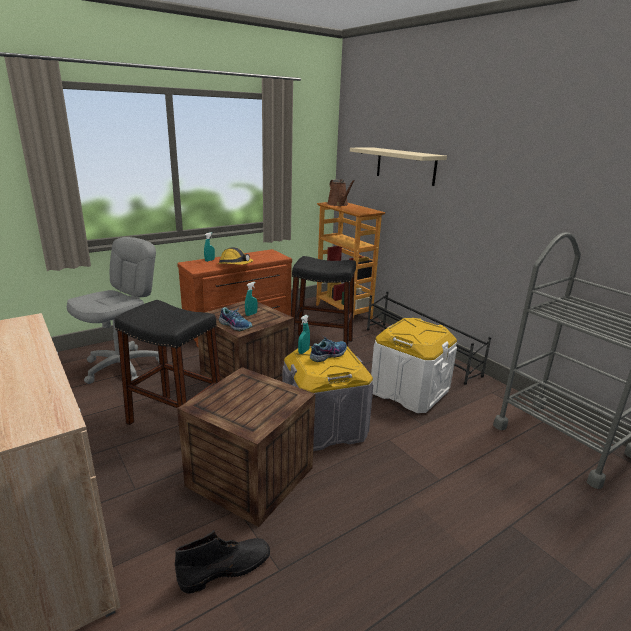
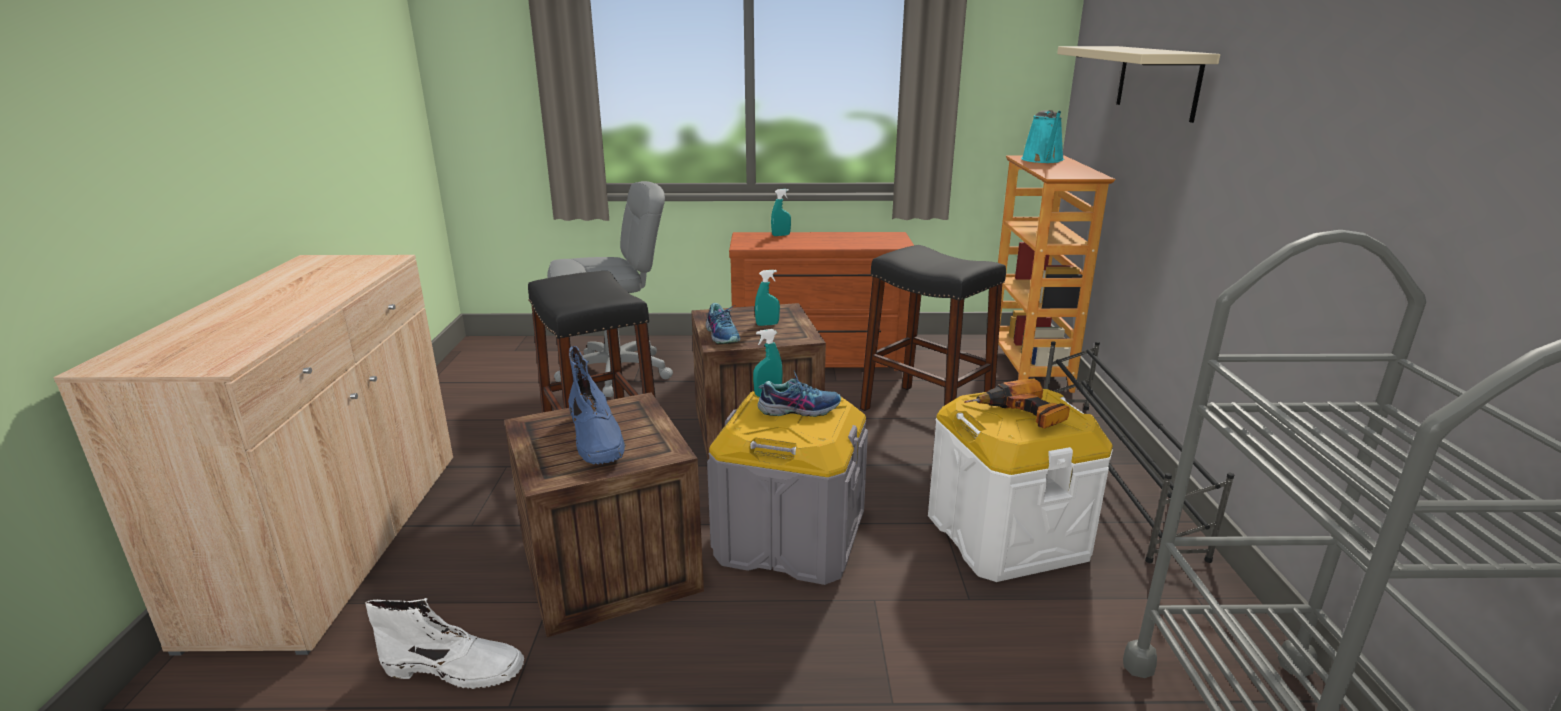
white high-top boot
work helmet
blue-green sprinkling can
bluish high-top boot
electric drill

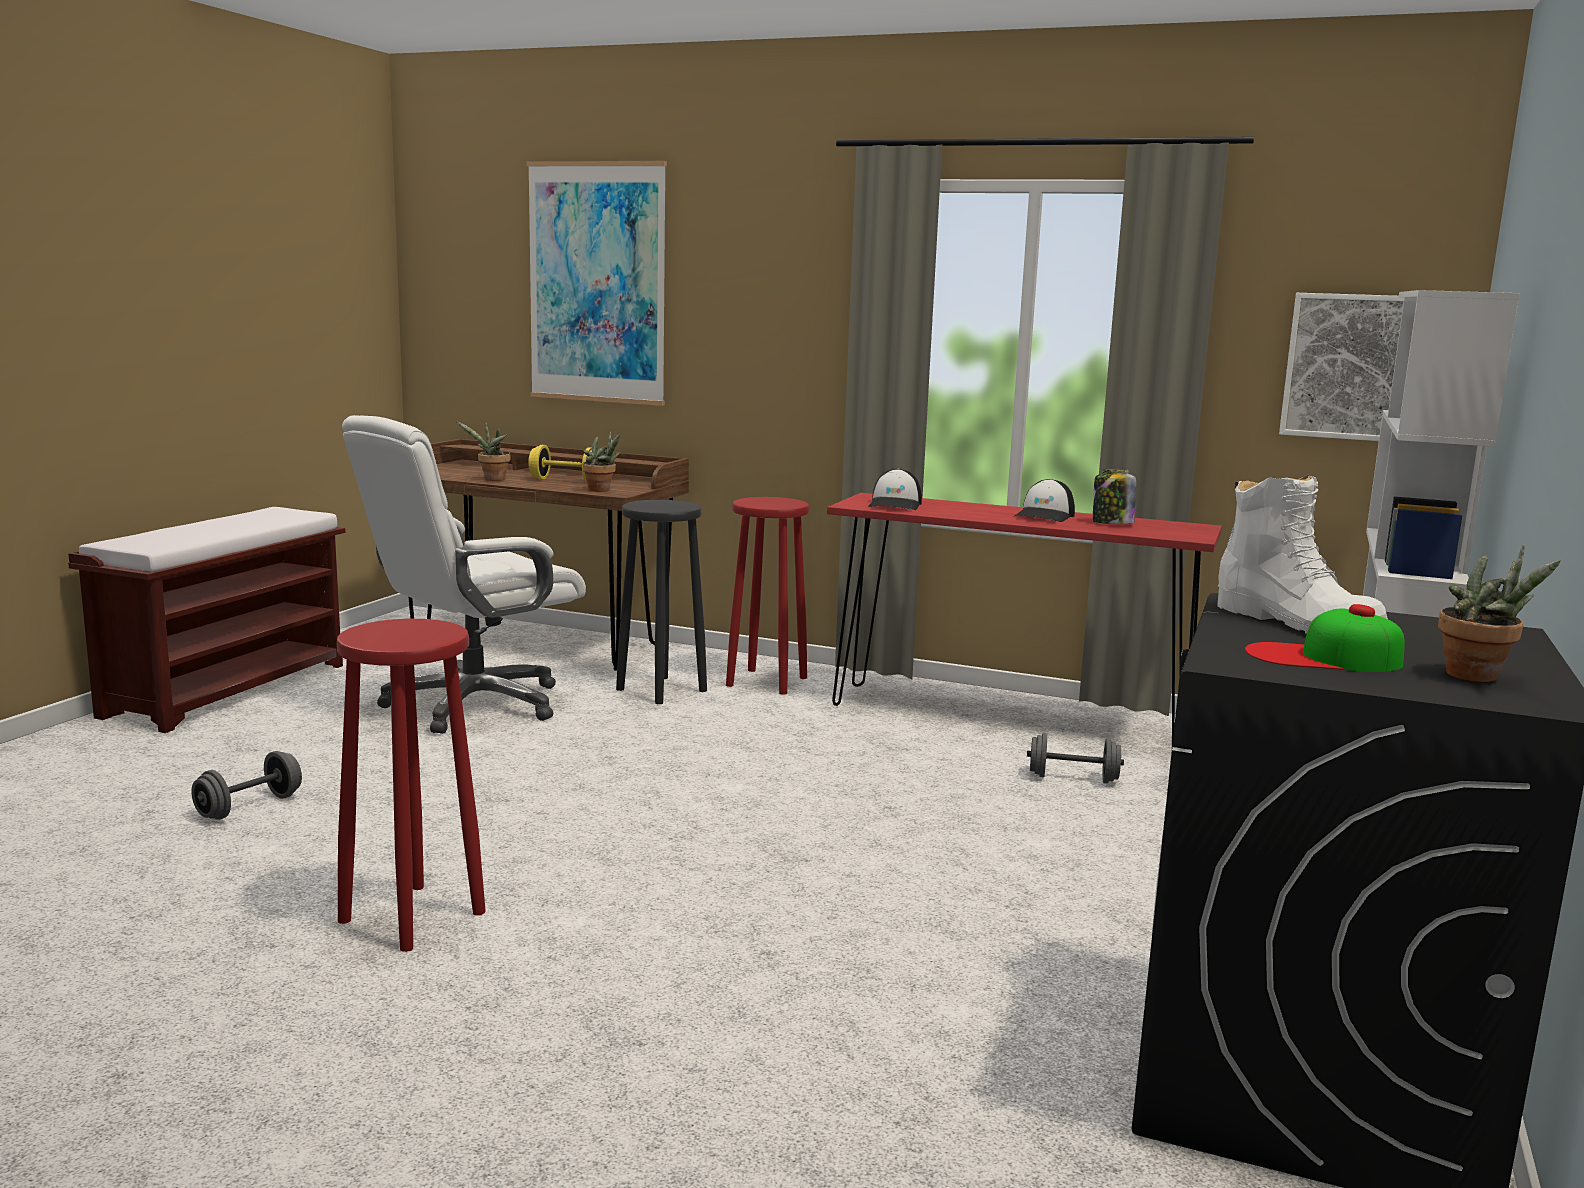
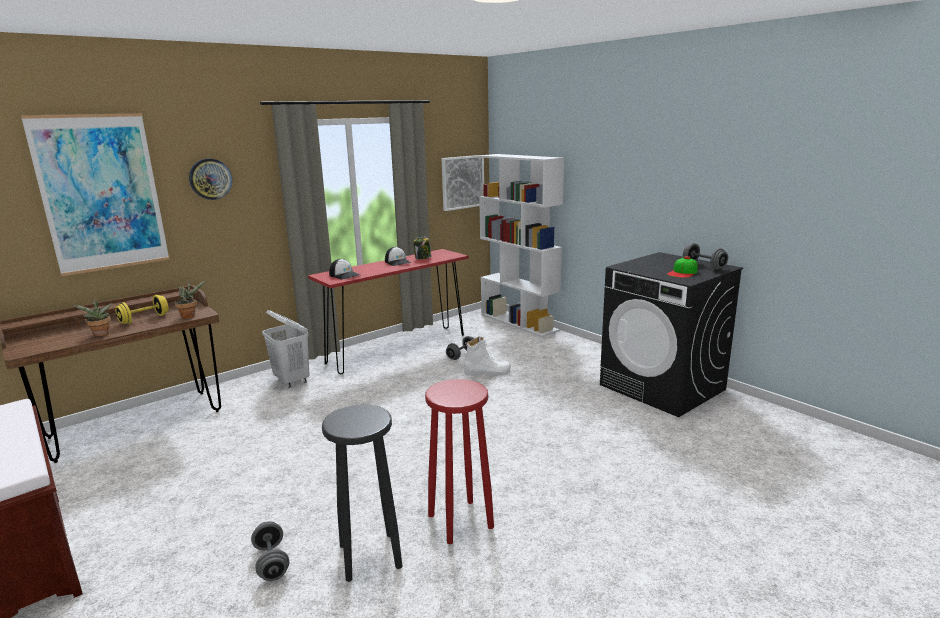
white desk chair
blackish stool
white washing basket
white high-top boot
greyish hand weight (no. 3 from left)
clock on the wall

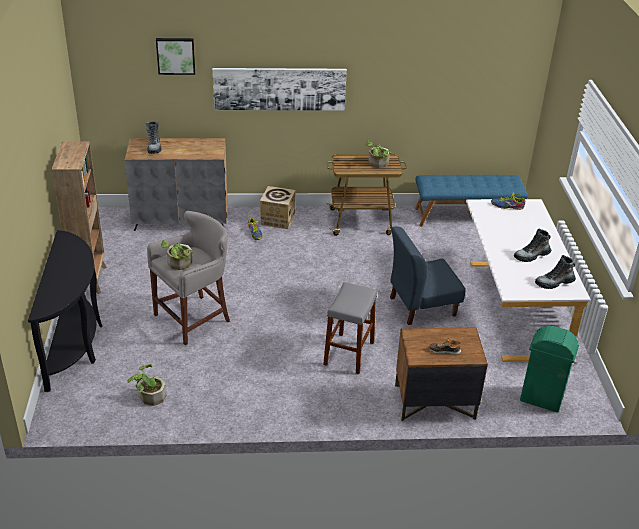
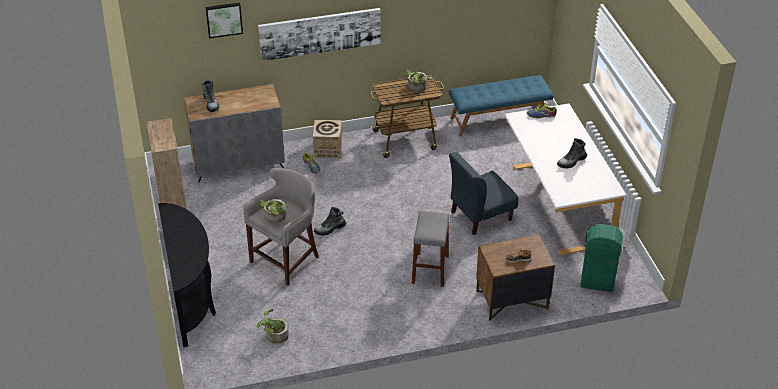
high-top boot (no. 2 from left)

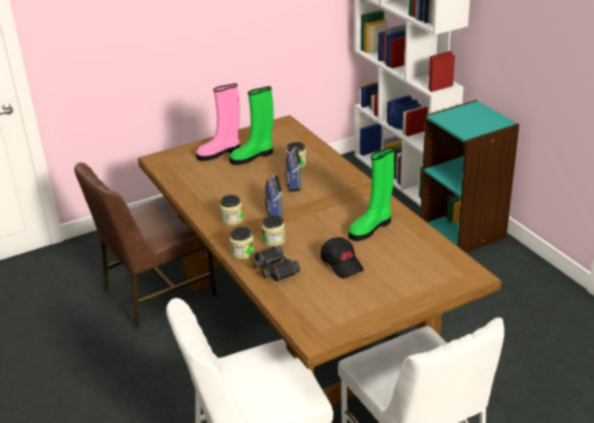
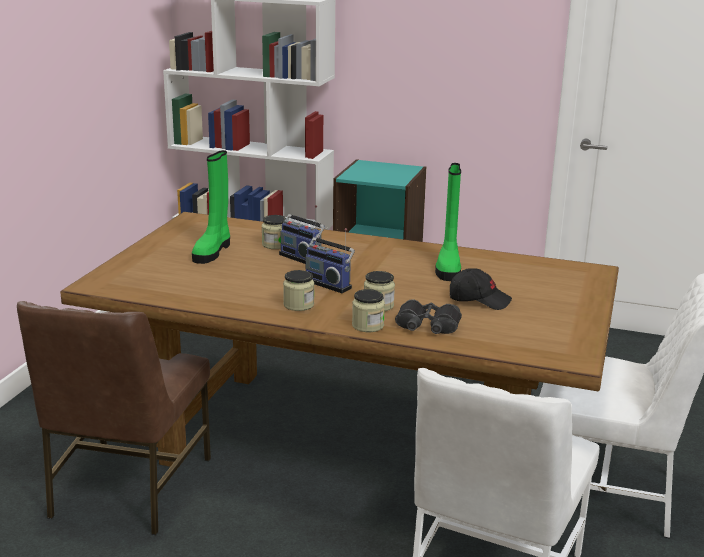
pinkish high-top boot

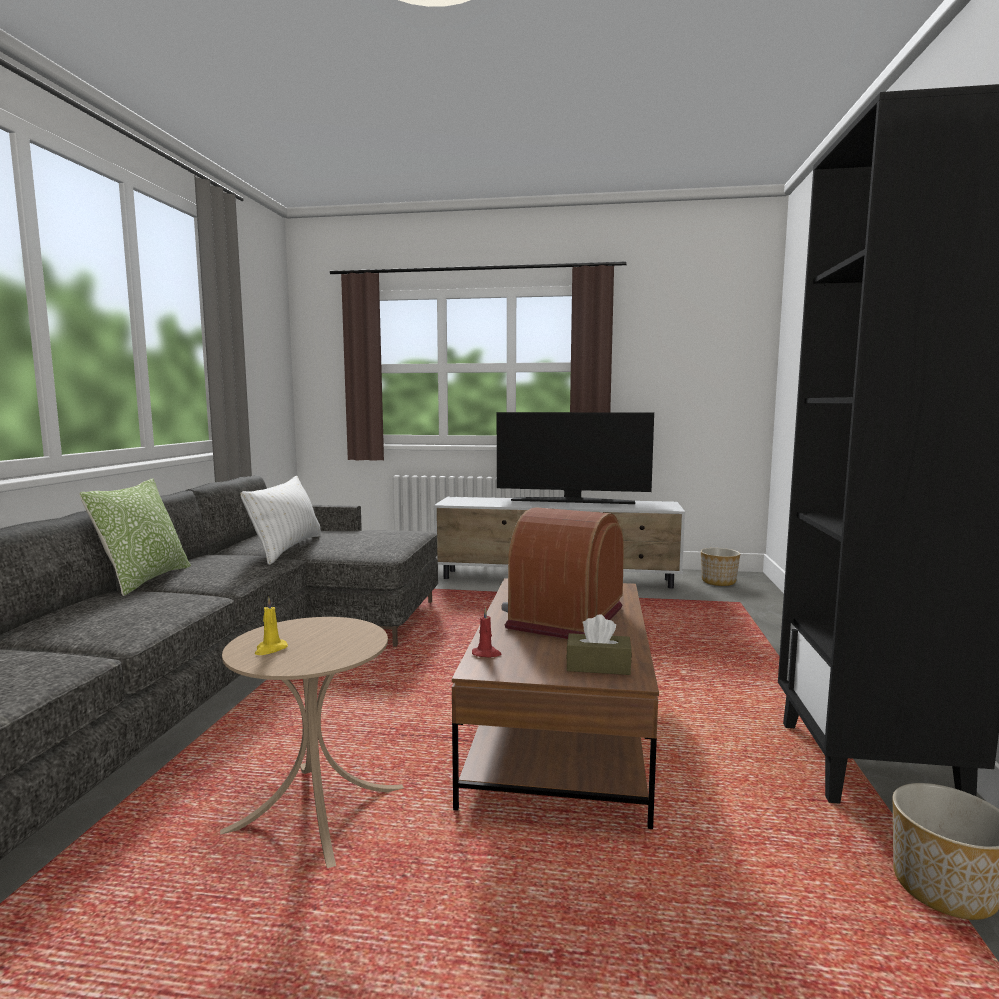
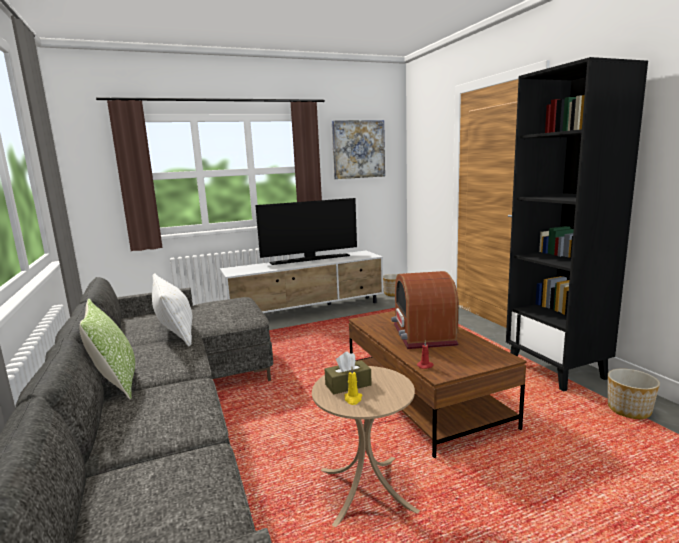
brown-coloured box of tissues
wall art

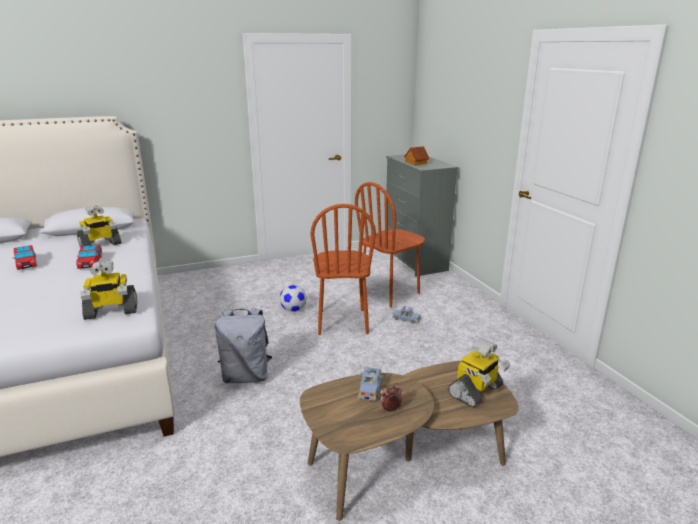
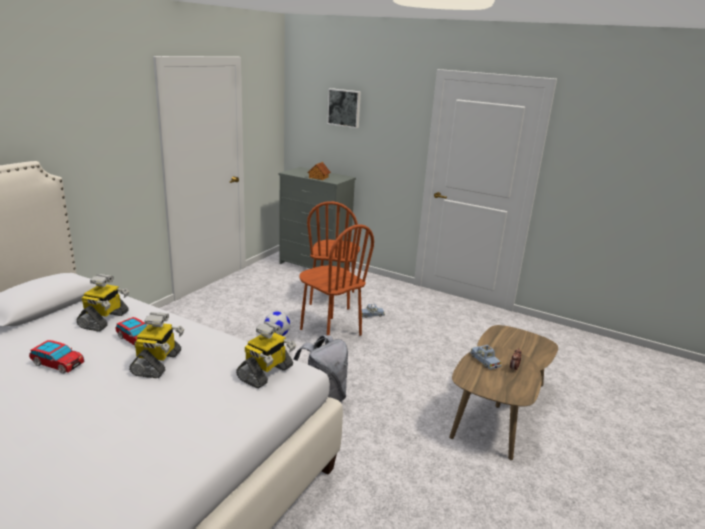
toy robot (no. 2 from left)
wall art

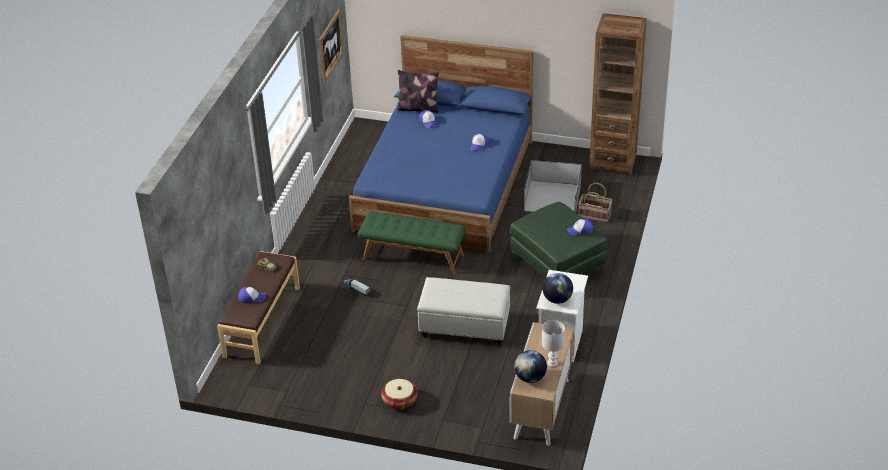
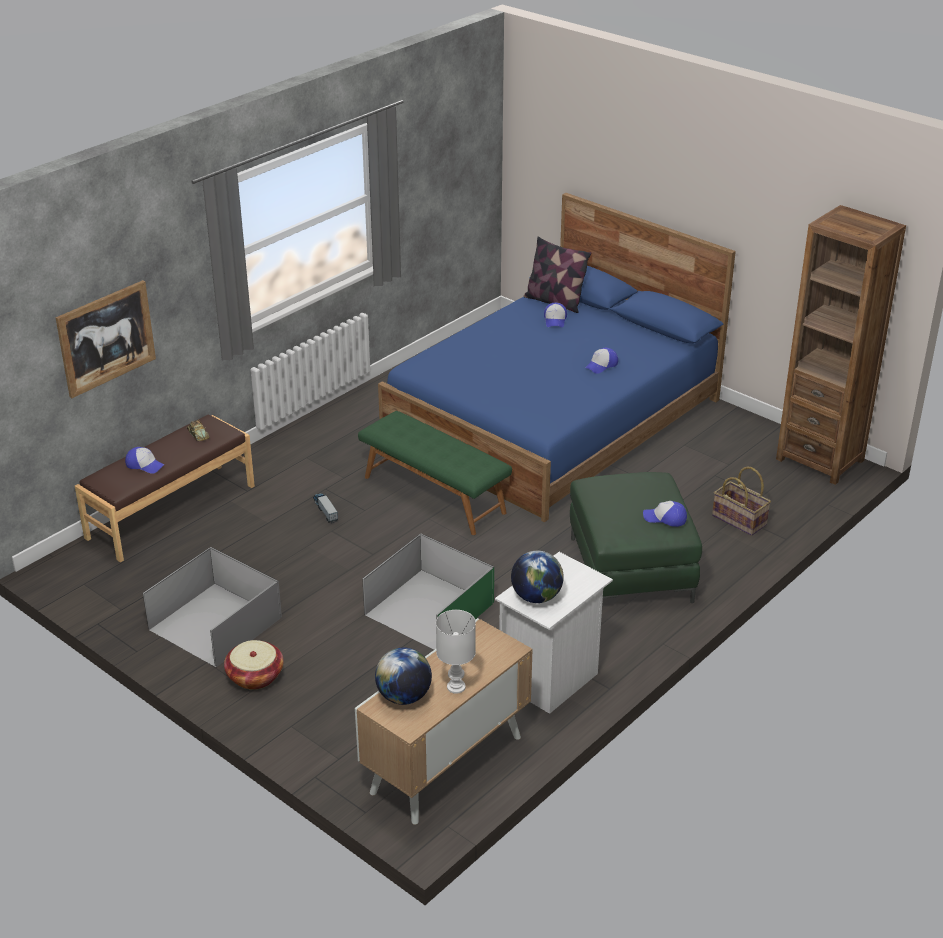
wall art
greenish storage container
greyish storage container

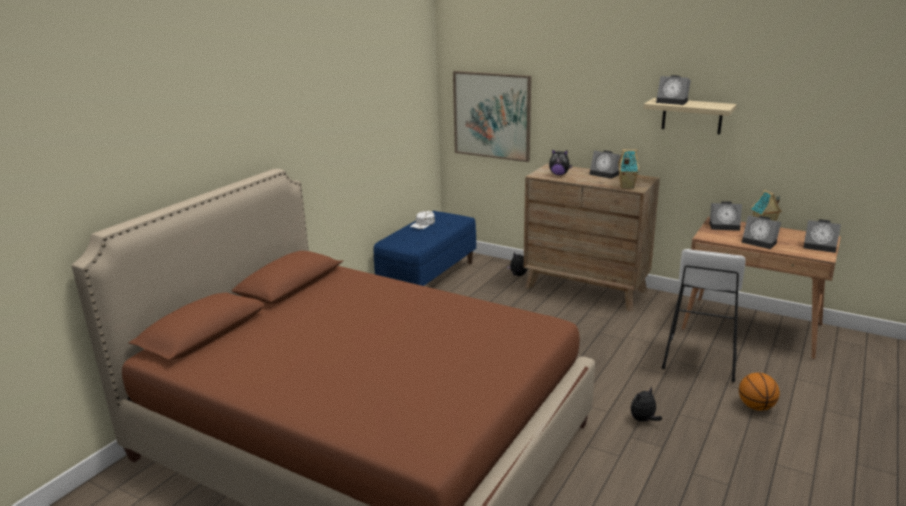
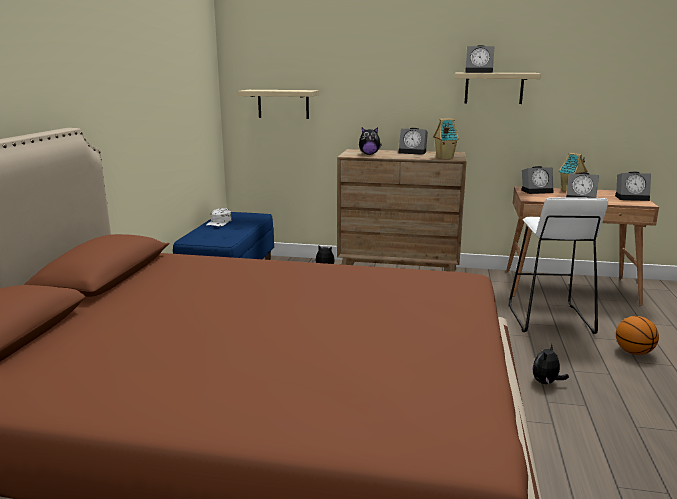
bracket shelf (no. 1 from left)

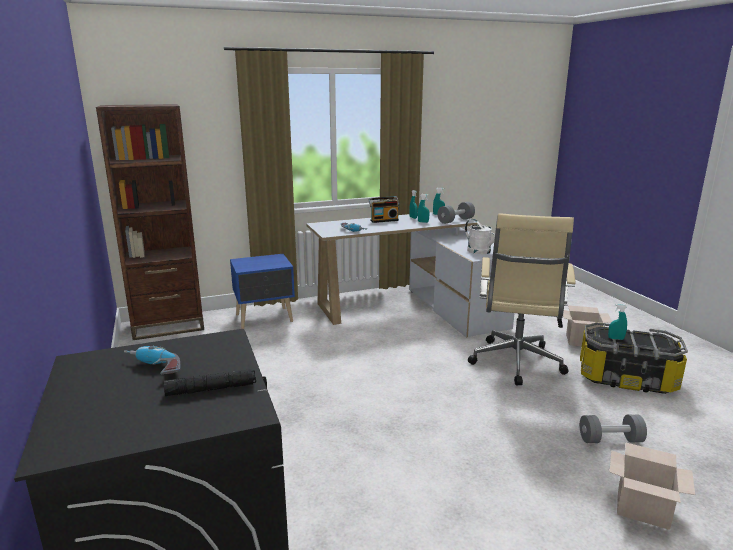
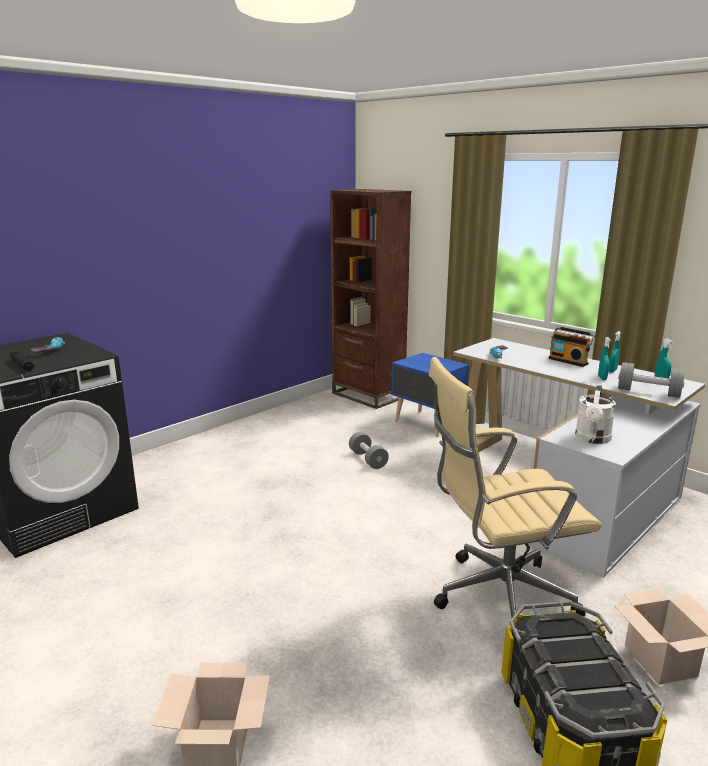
greyish hand weight (no. 1 from left)
blue-green spray bottle (no. 4 from left in the first image)

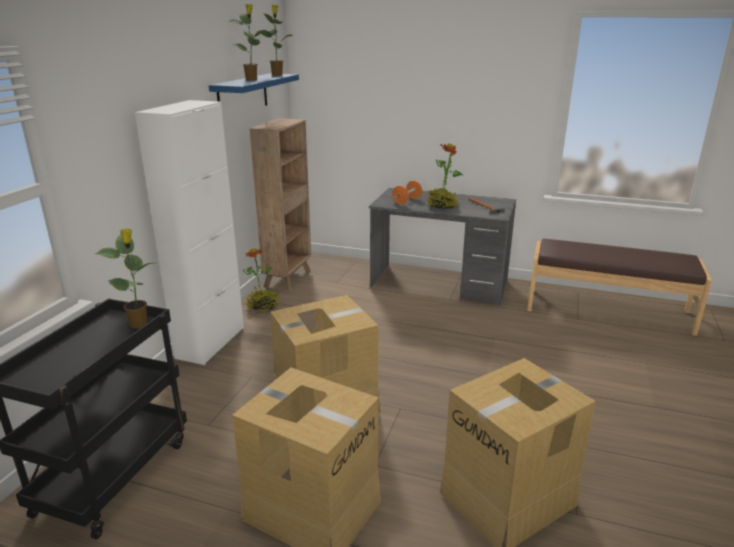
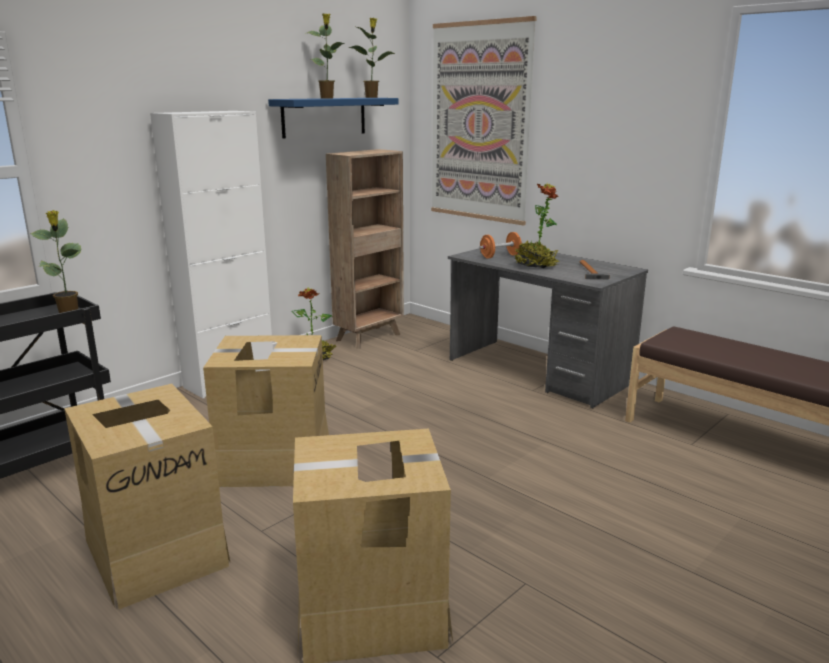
wall art

